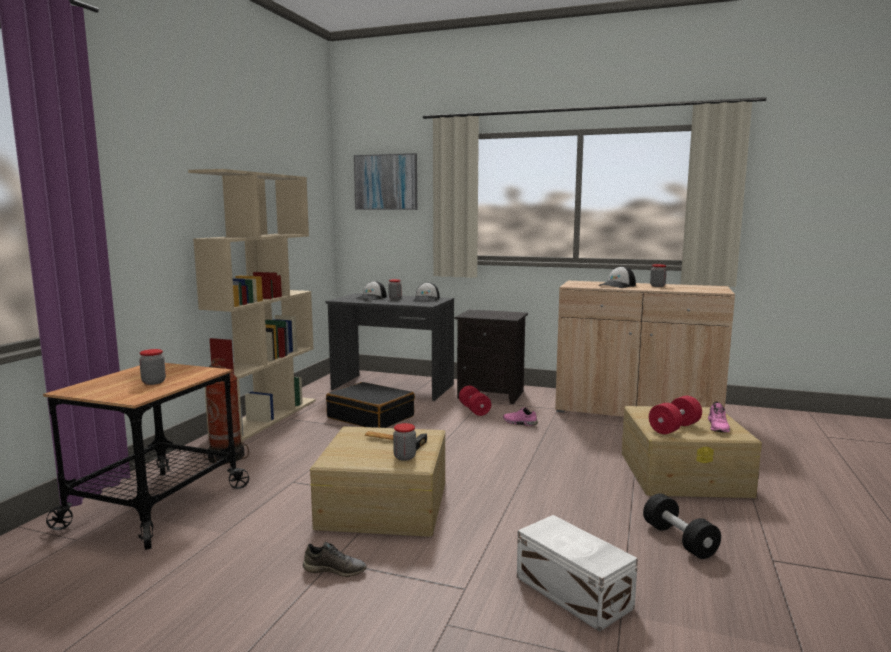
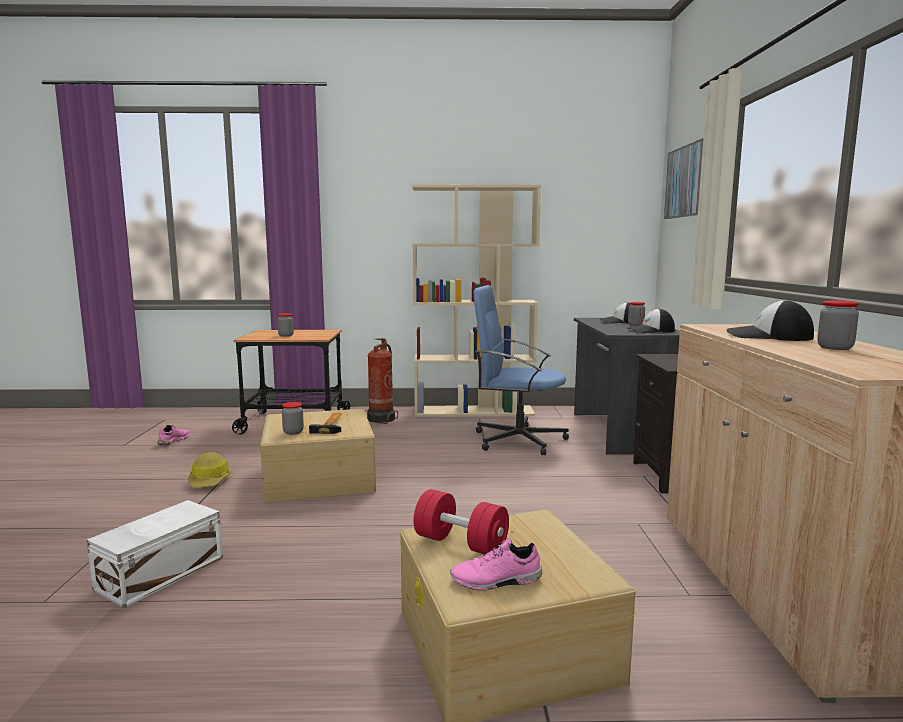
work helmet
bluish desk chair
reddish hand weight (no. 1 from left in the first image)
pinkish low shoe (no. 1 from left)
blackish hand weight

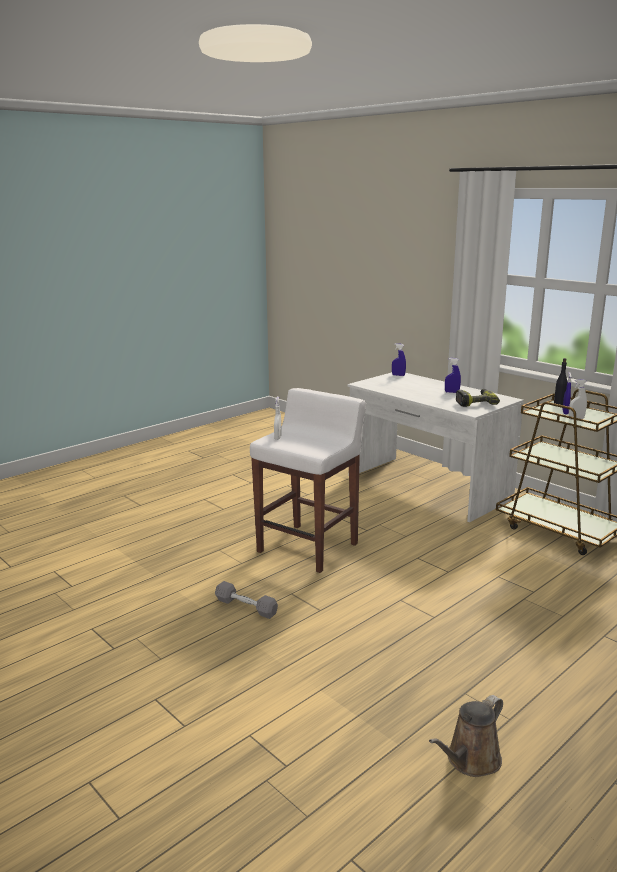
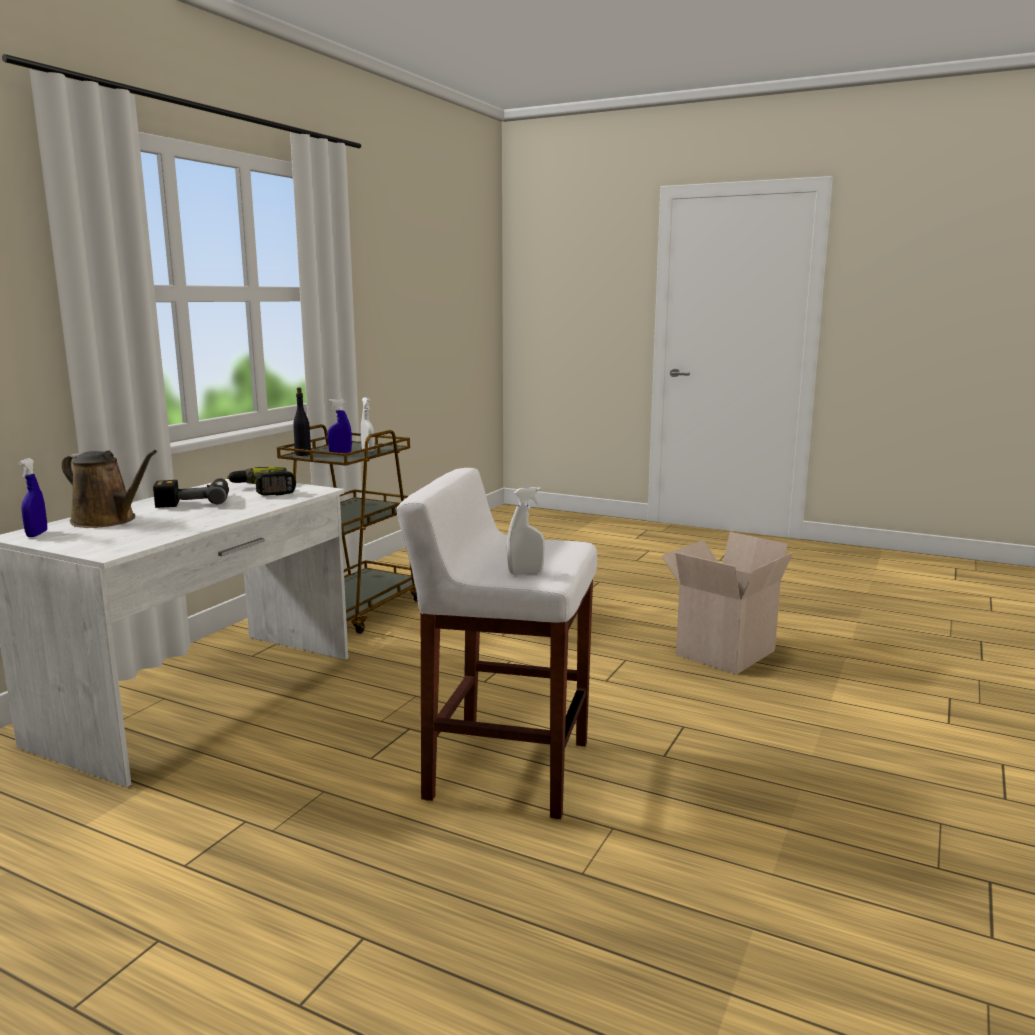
greyish hand weight
brown-coloured sprinkling can
electric drill (no. 1 from left)
carton

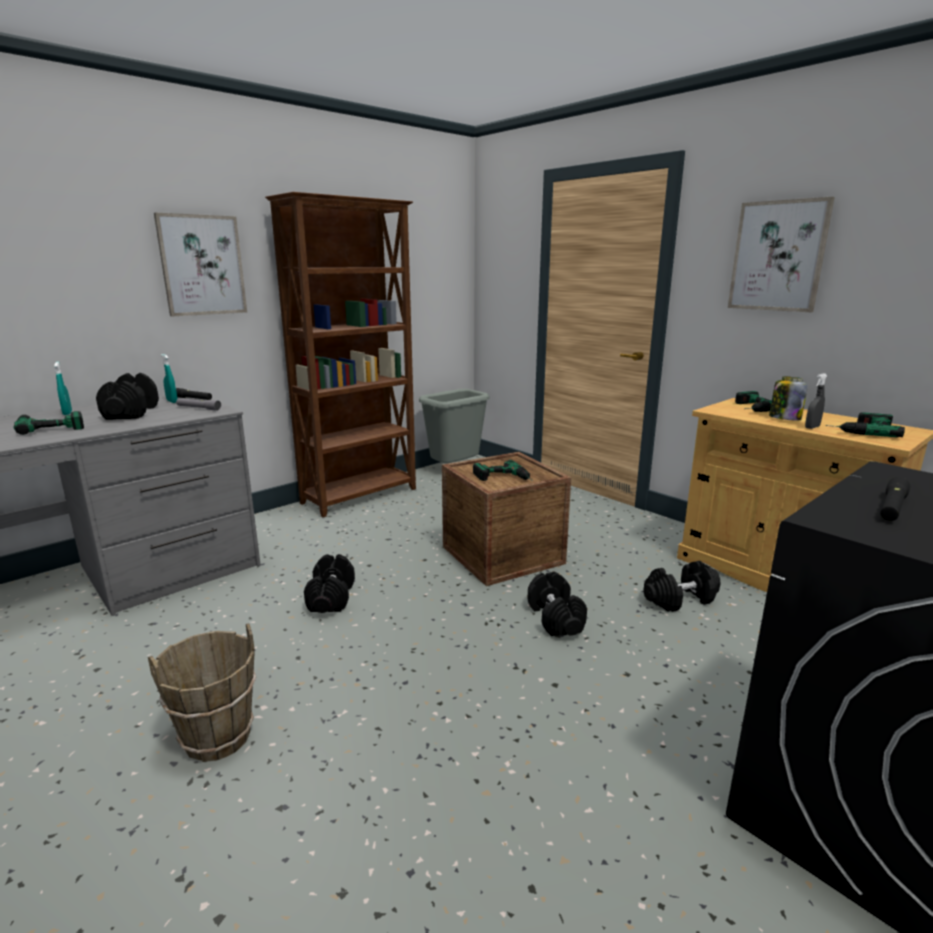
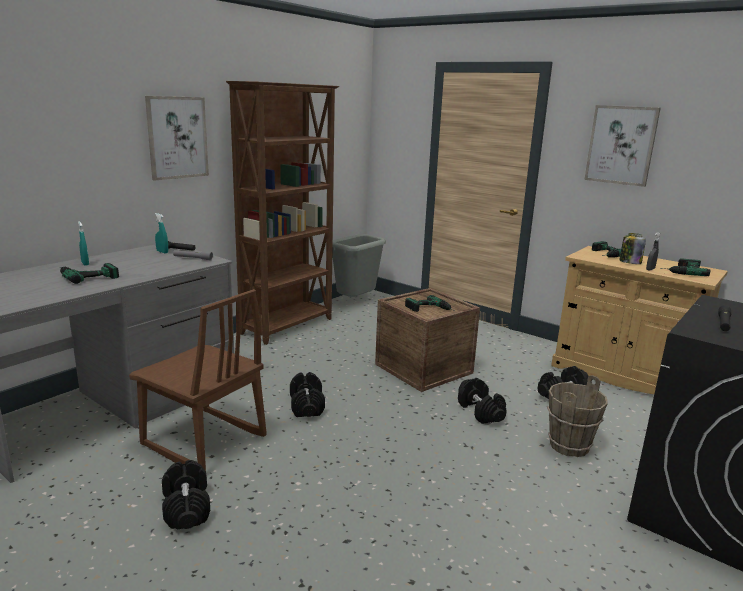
blackish hand weight (no. 1 from left)
brown-coloured water bucket
brown-coloured upright chair

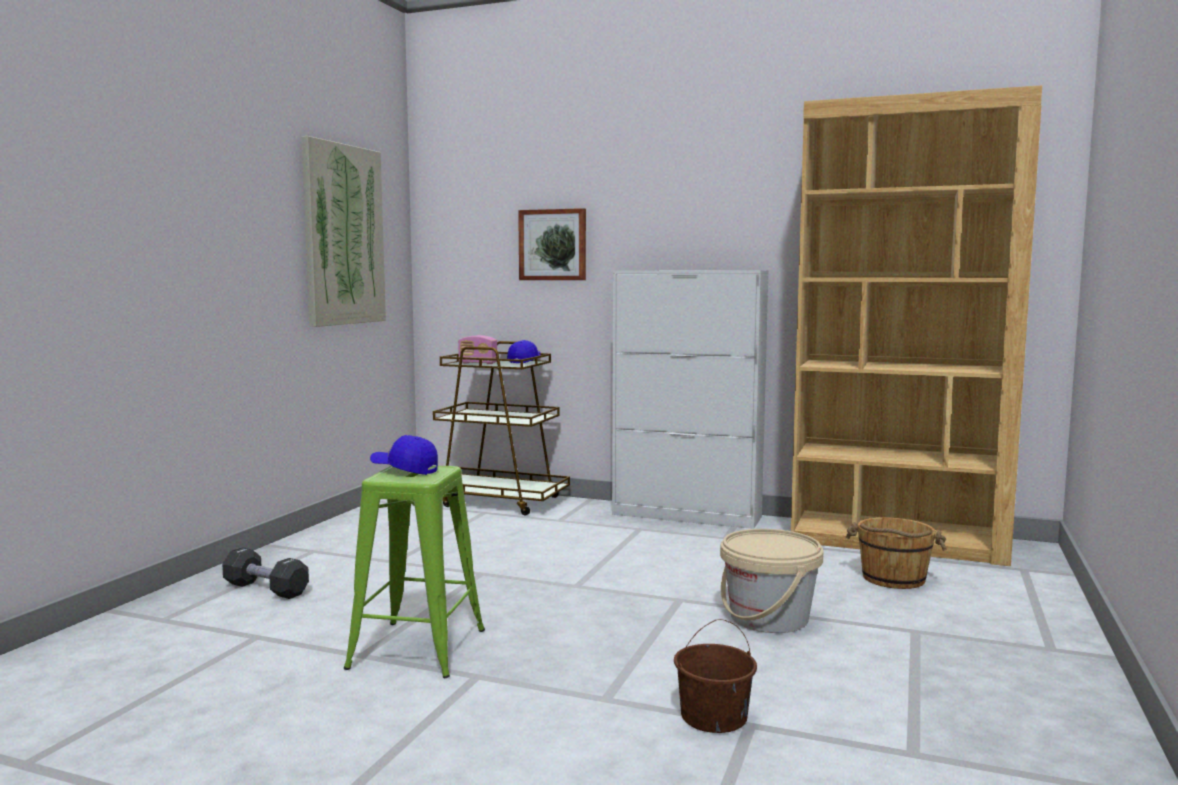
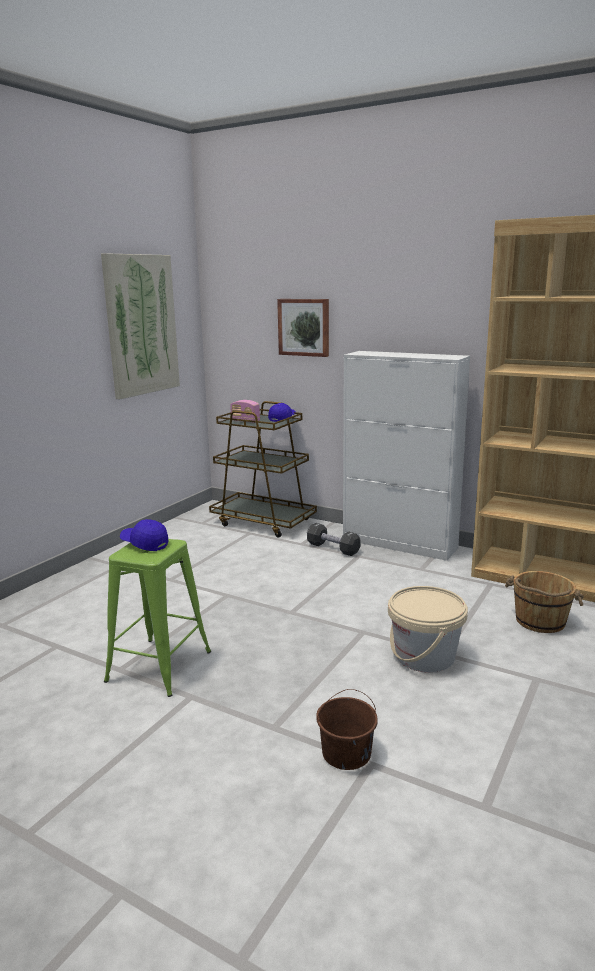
blackish hand weight

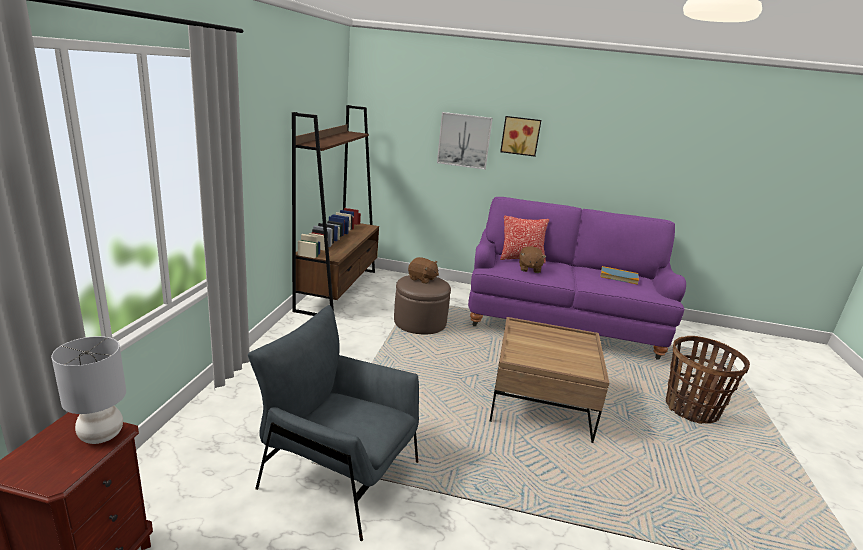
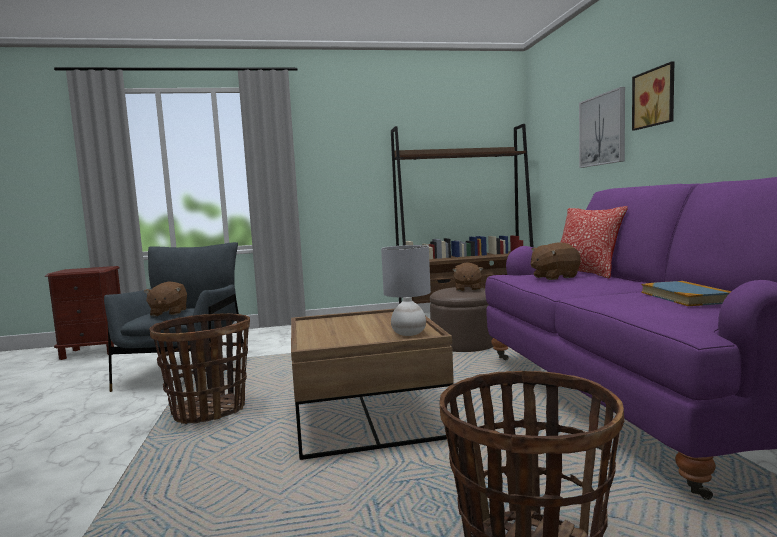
greyish table lamp
brown-coloured cuddly toy (no. 1 from left)
storage basket (no. 1 from left)

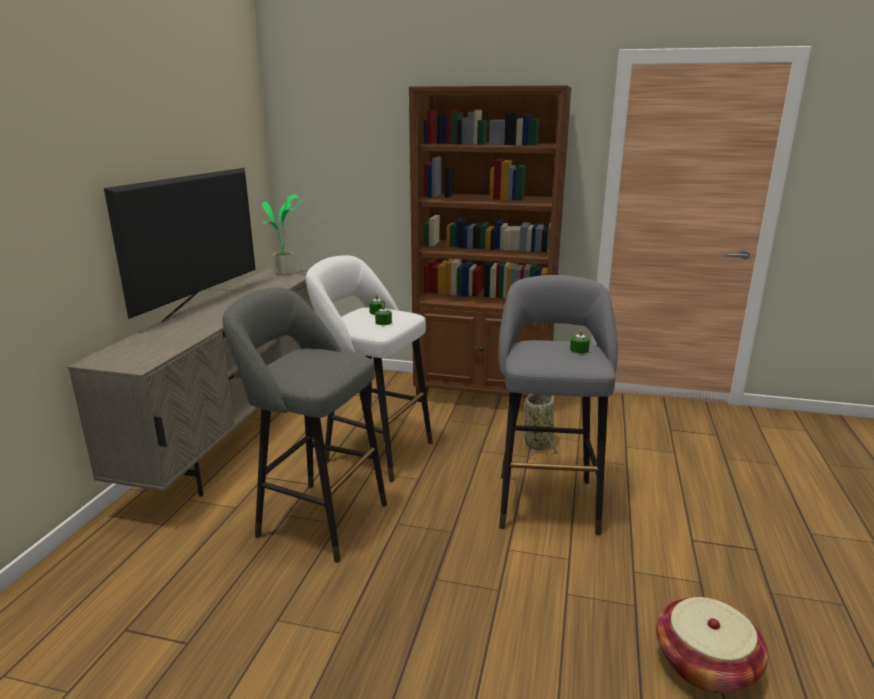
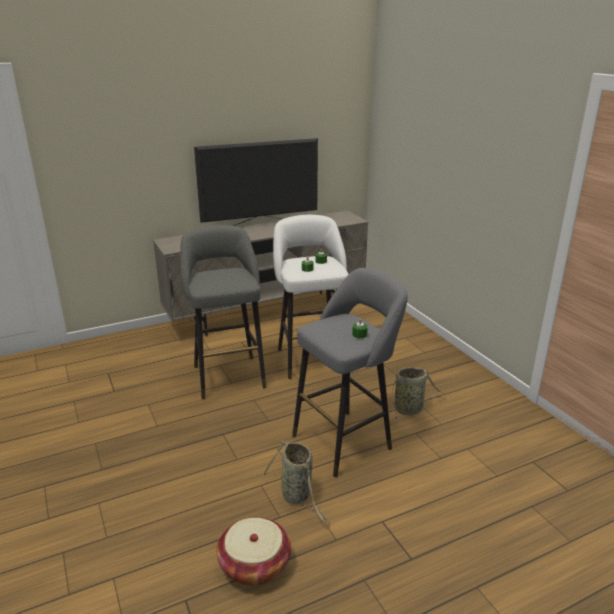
houseplant
brown-coloured bookcase
storage basket (no. 2 from left)

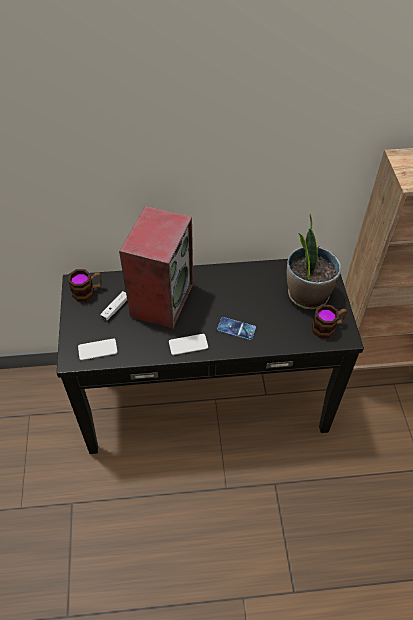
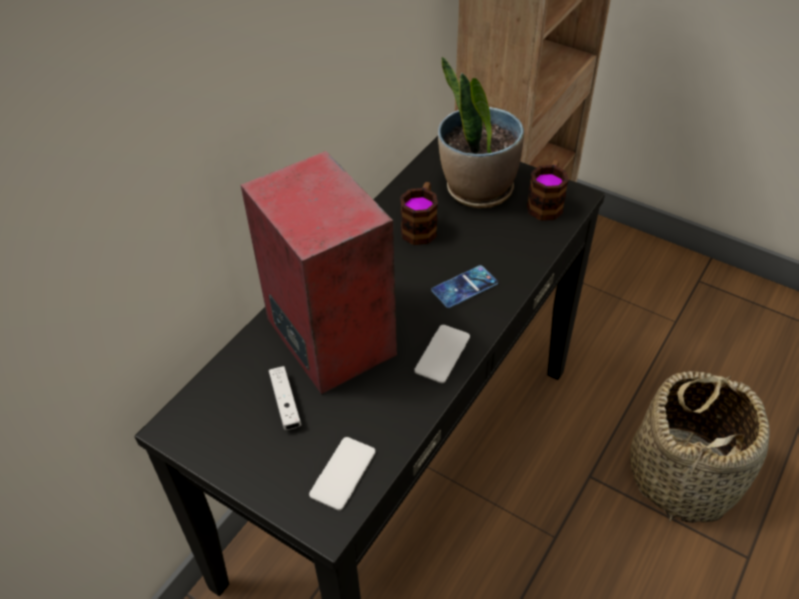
mug (no. 1 from left)
storage basket

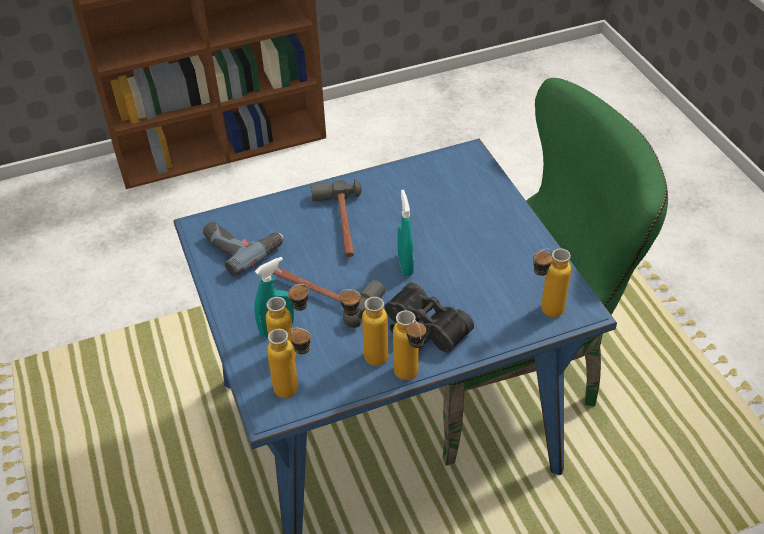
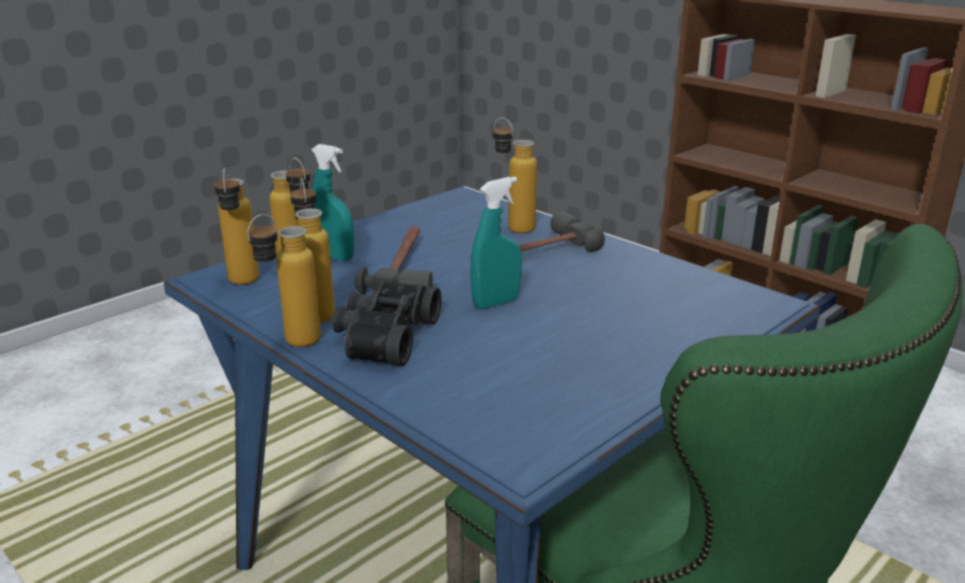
electric drill
drink bottle (no. 5 from left)

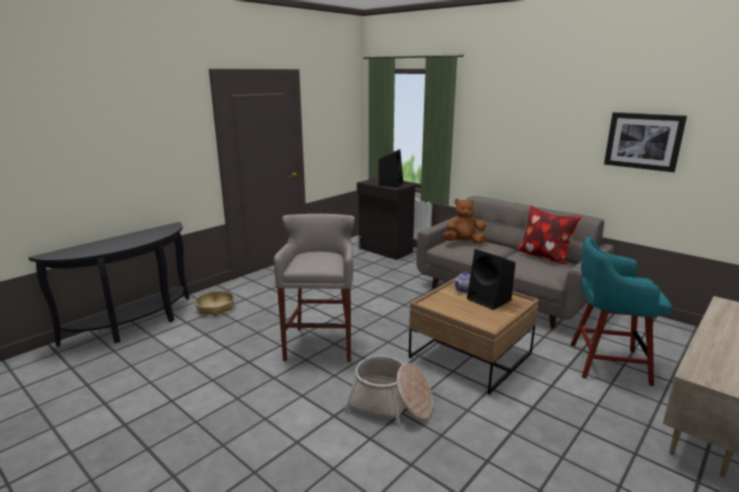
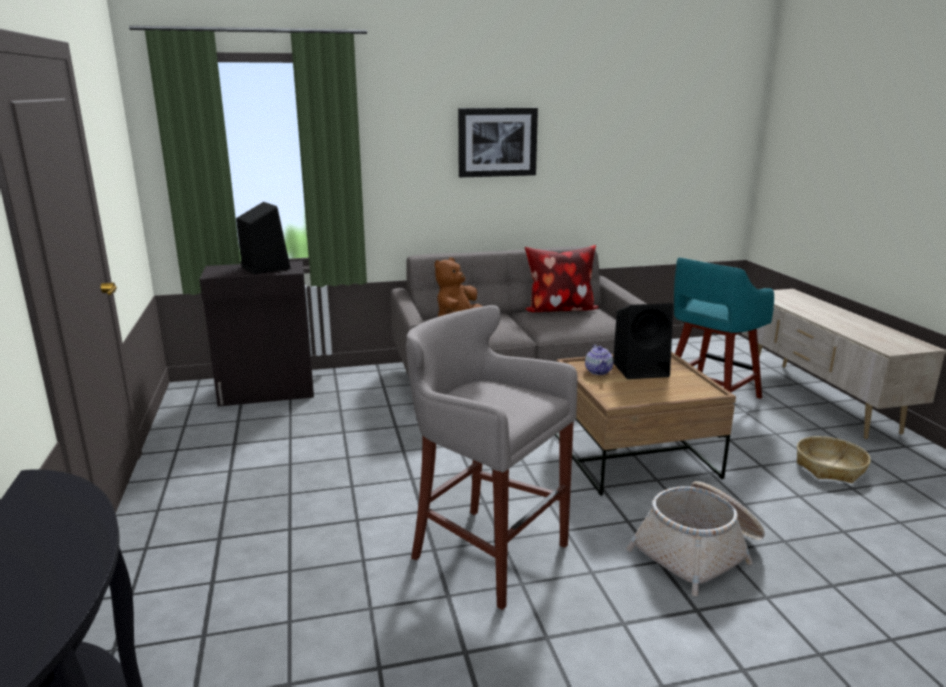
storage basket (no. 2 from left)
wall art

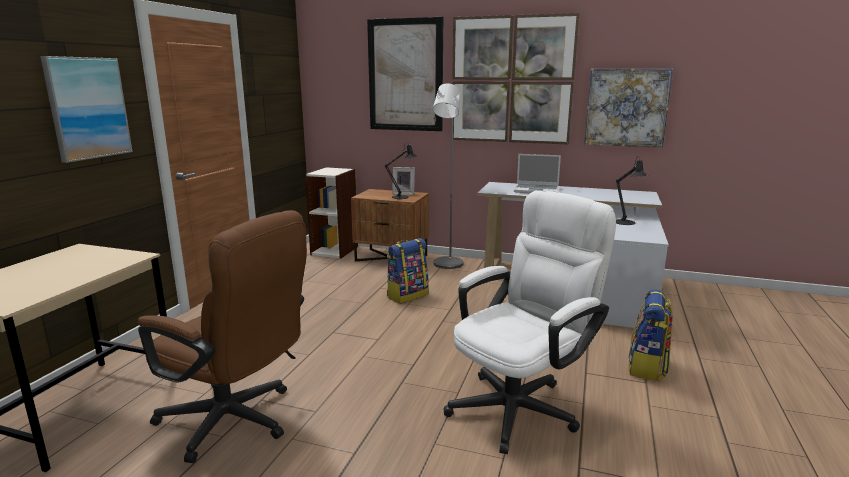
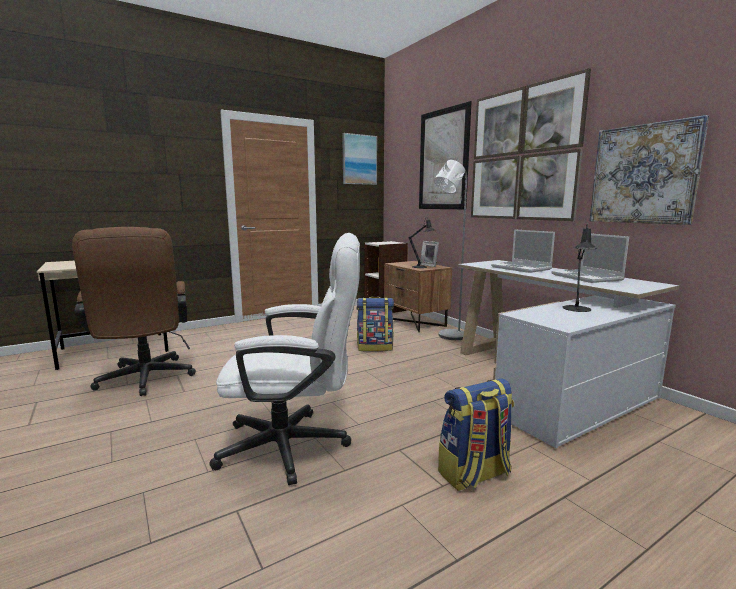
wall art (no. 1 from left)
notebook computer (no. 2 from left)

